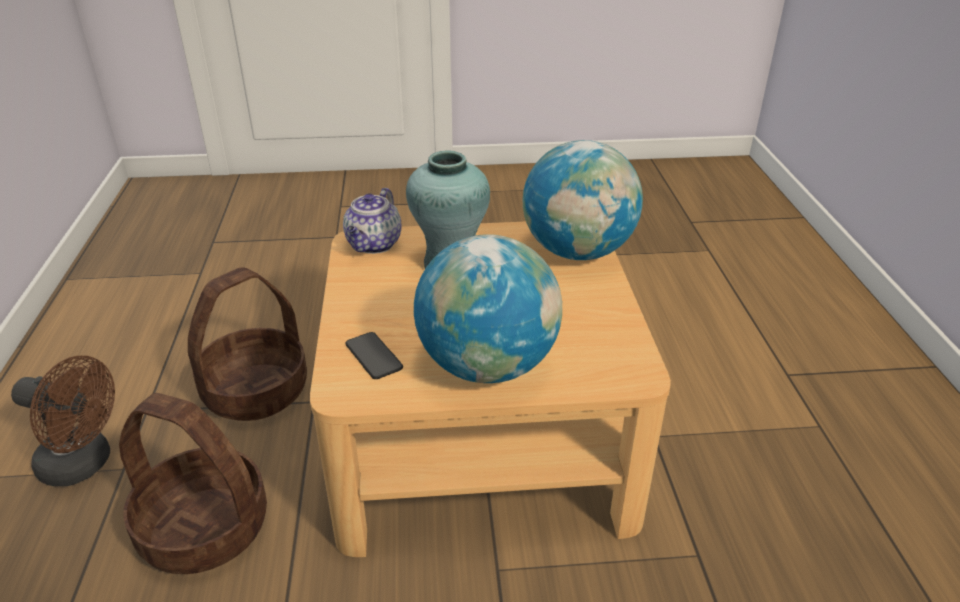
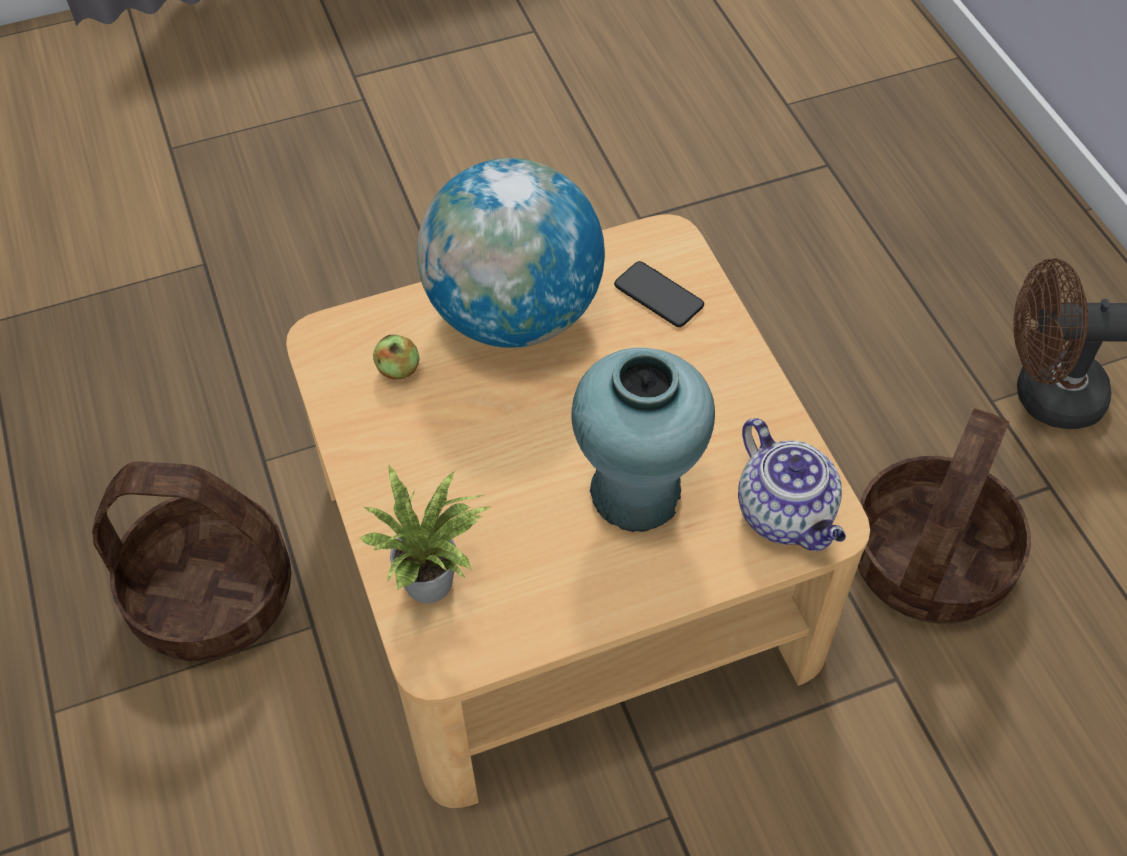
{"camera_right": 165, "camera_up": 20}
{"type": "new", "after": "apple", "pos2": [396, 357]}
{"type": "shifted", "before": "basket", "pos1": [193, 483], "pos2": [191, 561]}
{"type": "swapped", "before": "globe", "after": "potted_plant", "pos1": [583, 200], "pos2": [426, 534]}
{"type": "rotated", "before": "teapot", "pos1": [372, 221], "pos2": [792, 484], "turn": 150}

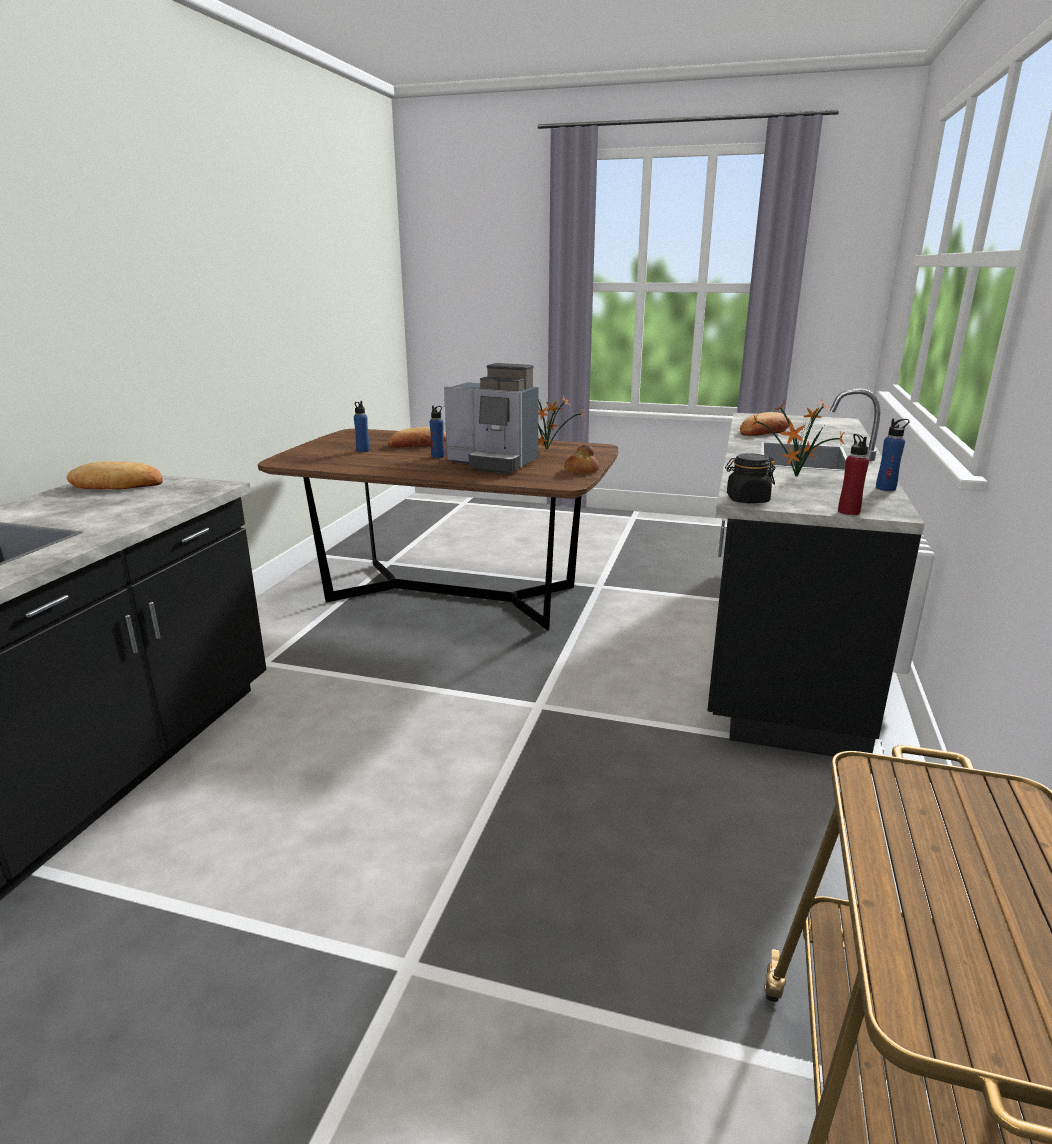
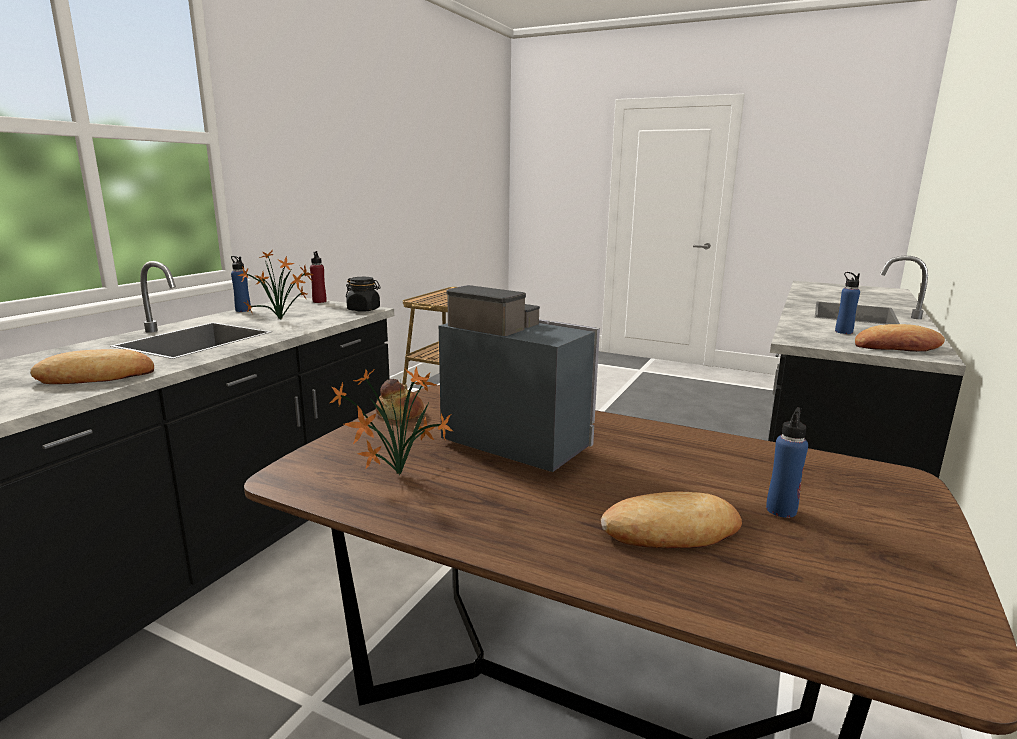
{"camera_right": -170, "camera_up": -5}
{"type": "shifted", "before": "blue_bottle", "pos1": [437, 431], "pos2": [847, 303]}

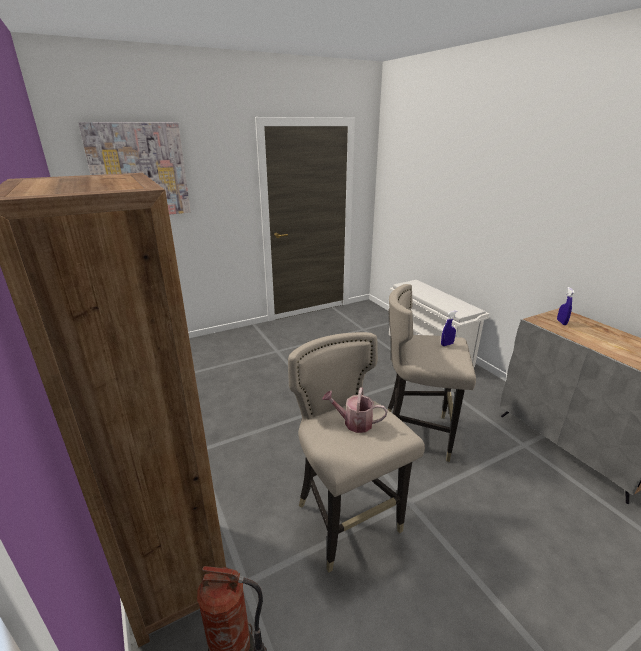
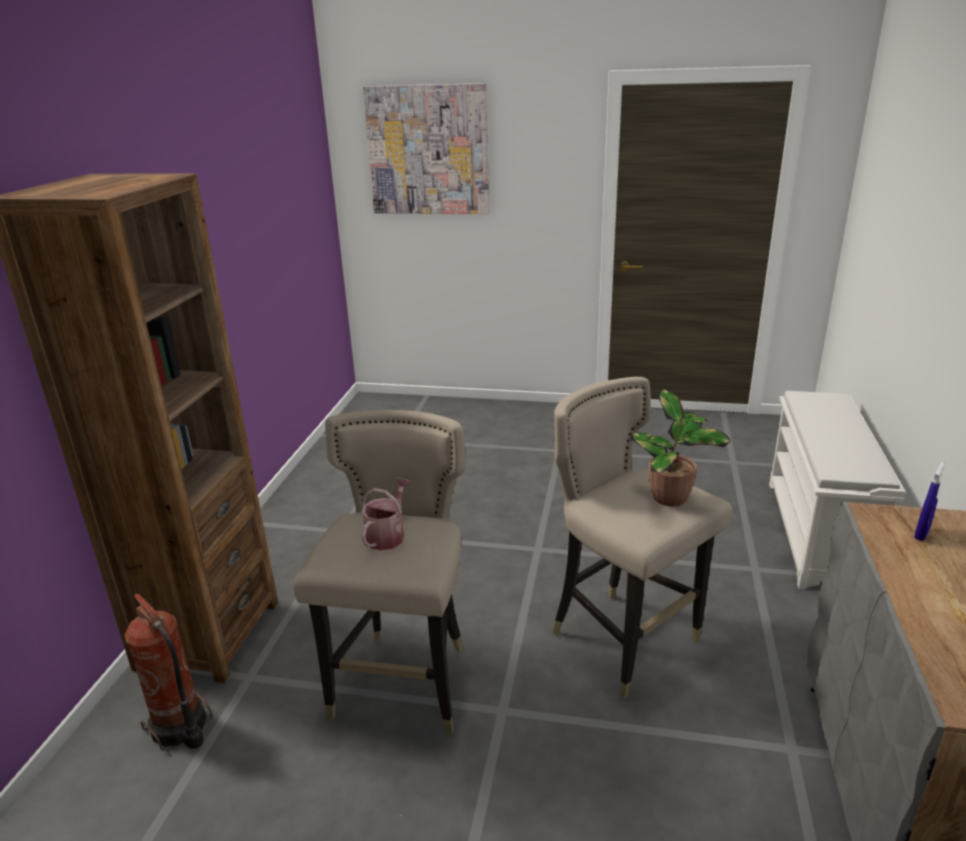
{"camera_right": 40, "camera_up": 0}
{"type": "swapped", "before": "blue_spray_bottle", "after": "potted_plant", "pos1": [449, 328], "pos2": [681, 448]}
{"type": "rotated", "before": "watering_can", "pos1": [354, 410], "pos2": [386, 514], "turn": 60}

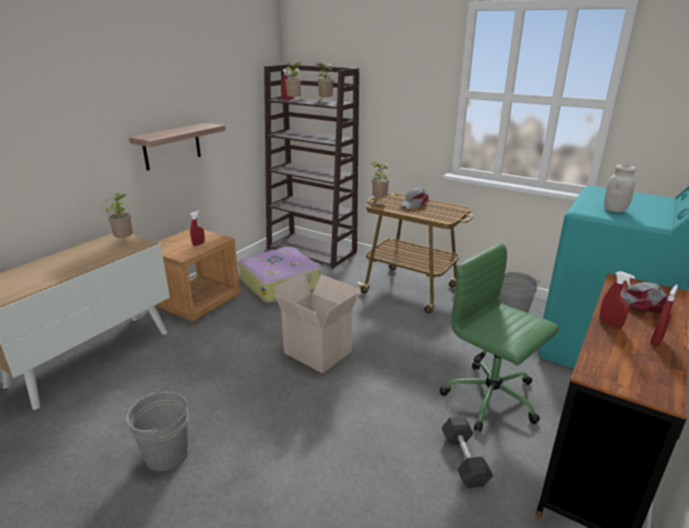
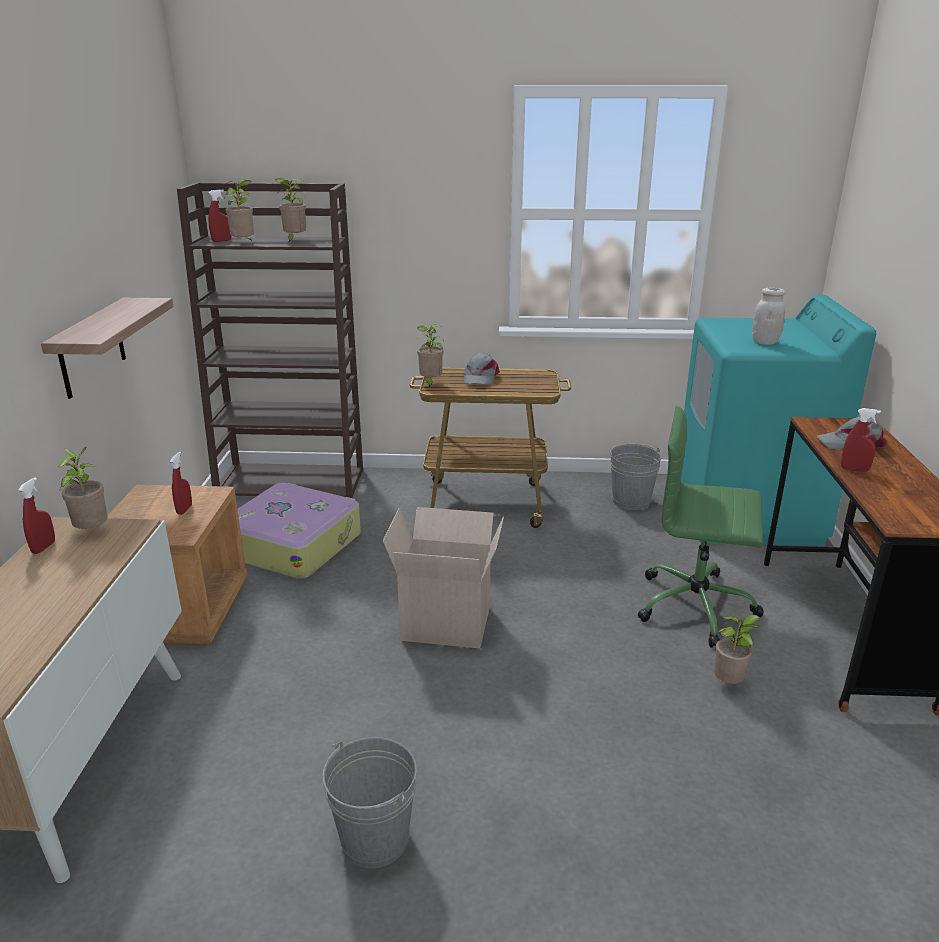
{"camera_right": -30, "camera_up": 0}
{"type": "shifted", "before": "red_spray_bottle", "pos1": [664, 315], "pos2": [36, 515]}
{"type": "swapped", "before": "grey_dumbbell", "after": "potted_plant", "pos1": [467, 452], "pos2": [737, 649]}

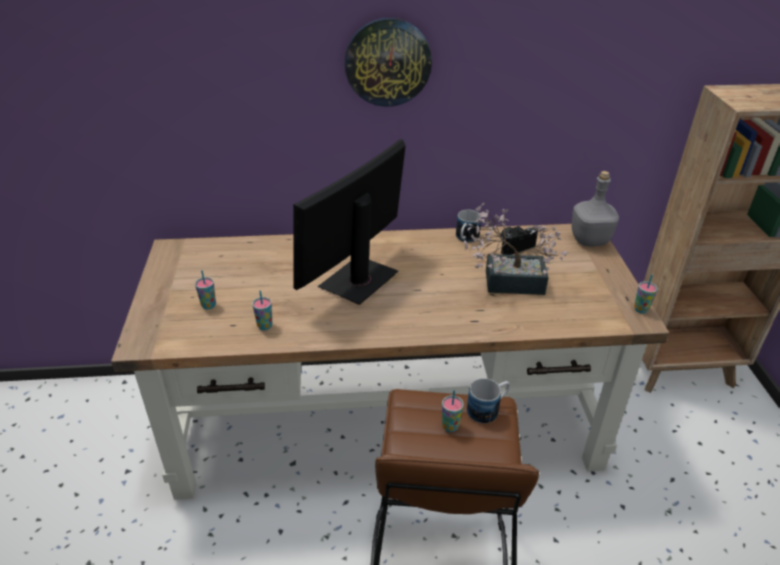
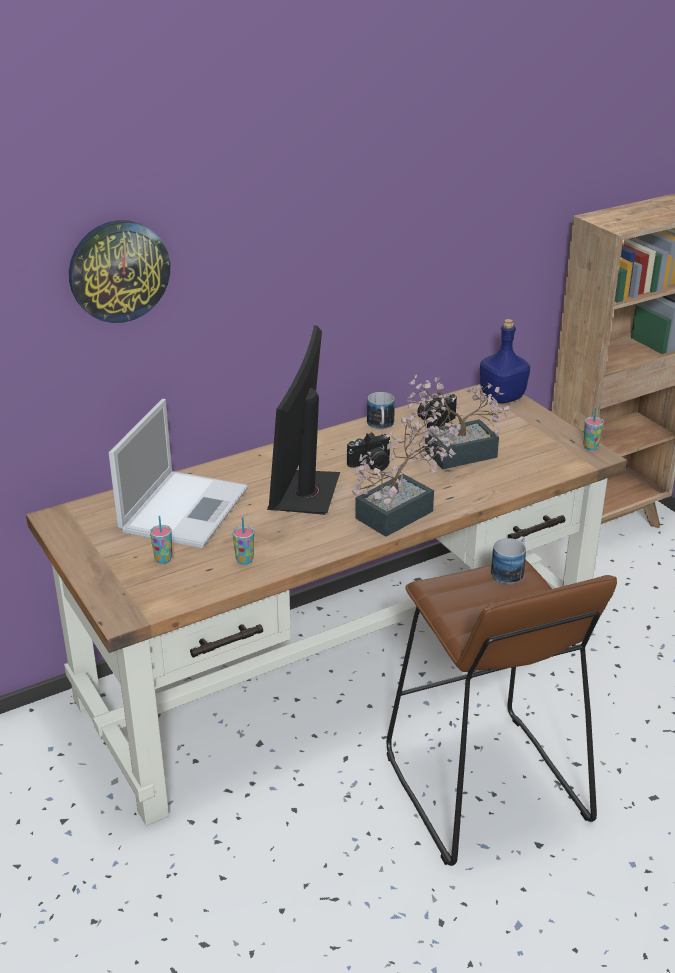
{"camera_right": -25, "camera_up": -5}
{"type": "gone", "before": "cup", "pos1": [453, 411]}
{"type": "new", "after": "laptop", "pos2": [178, 473]}
{"type": "new", "after": "photo_camera", "pos2": [369, 451]}
{"type": "new", "after": "potted_plant", "pos2": [404, 476]}
{"type": "shifted", "before": "wall_clock", "pos1": [388, 62], "pos2": [119, 271]}
{"type": "repainted", "before": "grey_bottle", "after": "blue_bottle", "pos1": [595, 208], "pos2": [505, 361]}

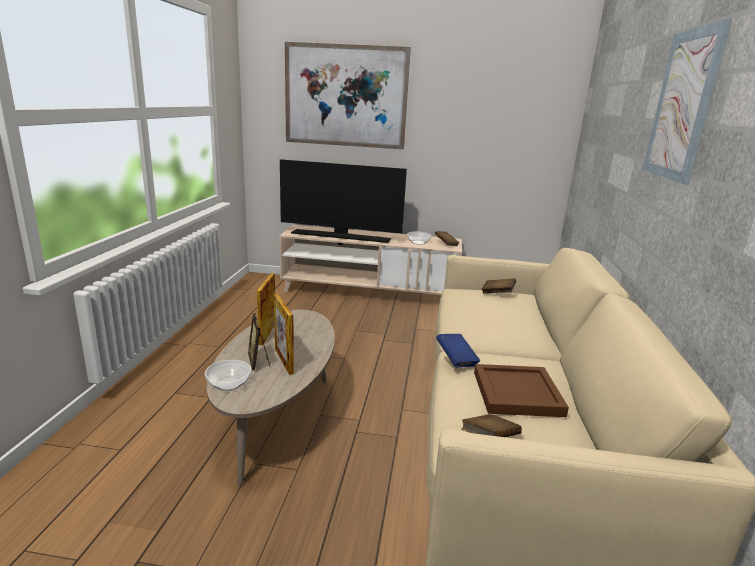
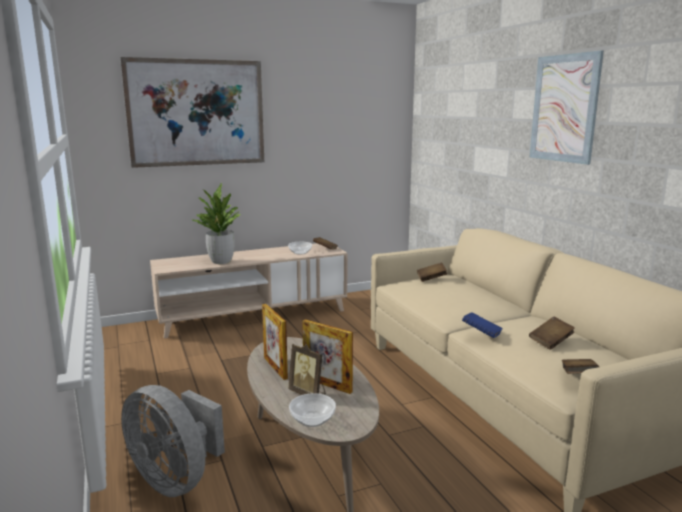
{"camera_right": -30, "camera_up": -5}
{"type": "new", "after": "grey_fan", "pos2": [173, 441]}
{"type": "swapped", "before": "television", "after": "potted_plant", "pos1": [343, 201], "pos2": [216, 223]}
{"type": "swapped", "before": "brown_tray", "after": "brown_book", "pos1": [521, 390], "pos2": [552, 333]}

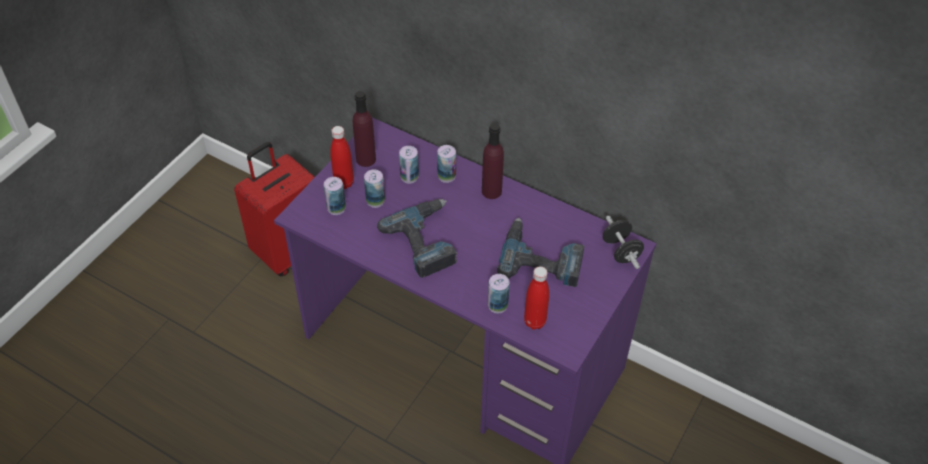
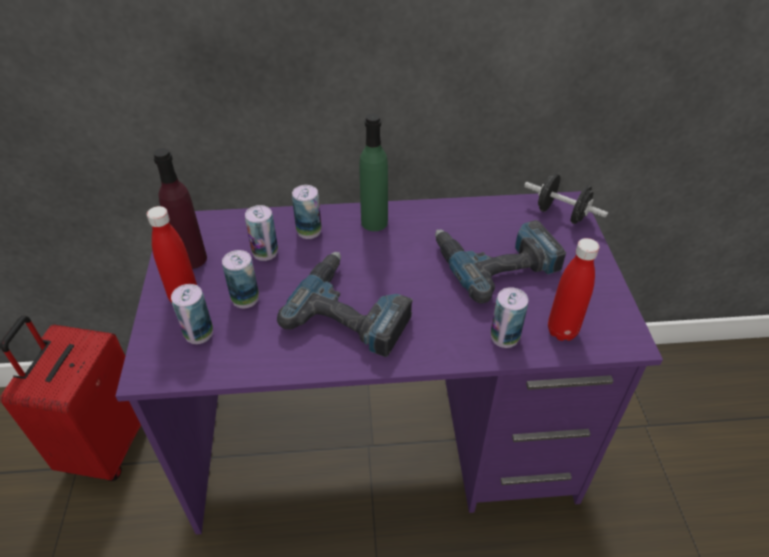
{"camera_right": -35, "camera_up": -5}
{"type": "repainted", "before": "purple_bottle", "after": "green_bottle", "pos1": [493, 161], "pos2": [373, 172]}

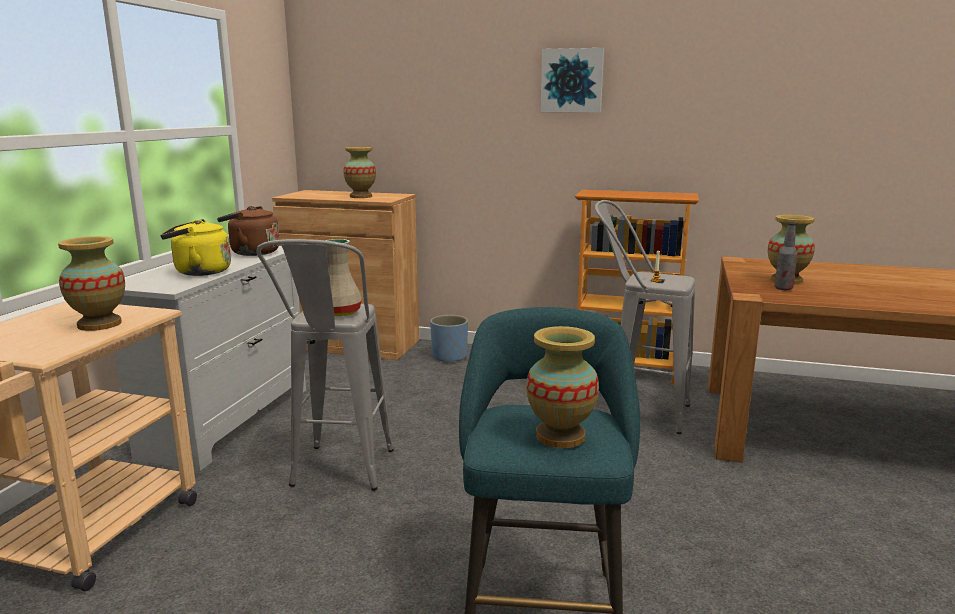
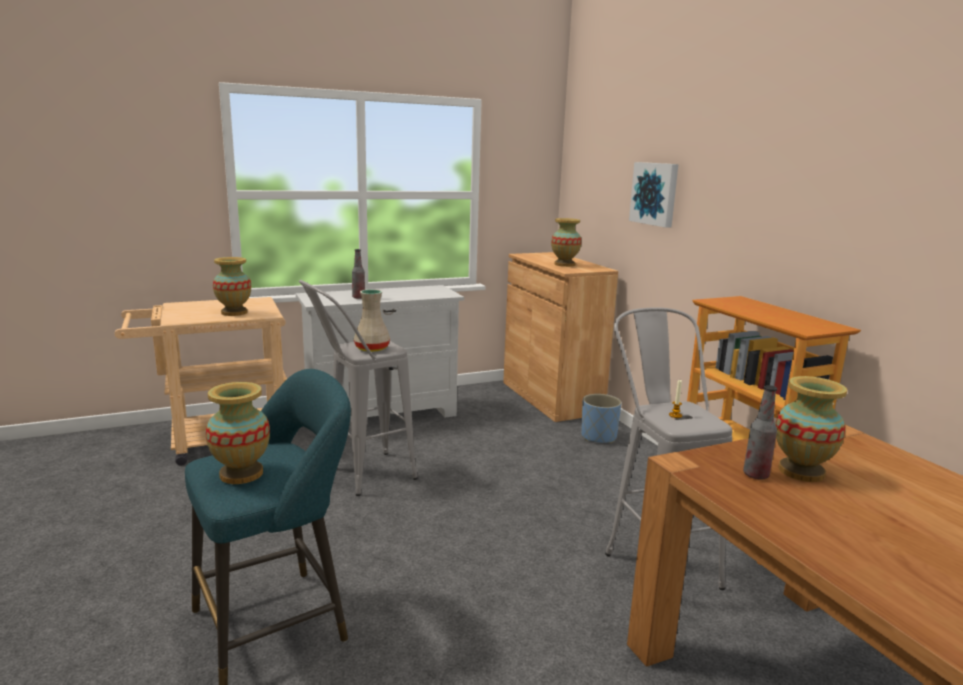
{"camera_right": 50, "camera_up": 0}
{"type": "gone", "before": "brown_kettle", "pos1": [248, 231]}
{"type": "shifted", "before": "picture", "pos1": [572, 80], "pos2": [654, 195]}
{"type": "swapped", "before": "yellow_kettle", "after": "bottle", "pos1": [195, 247], "pos2": [358, 274]}

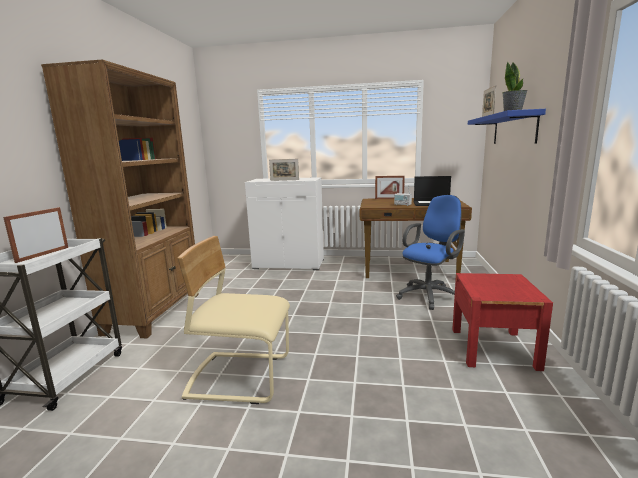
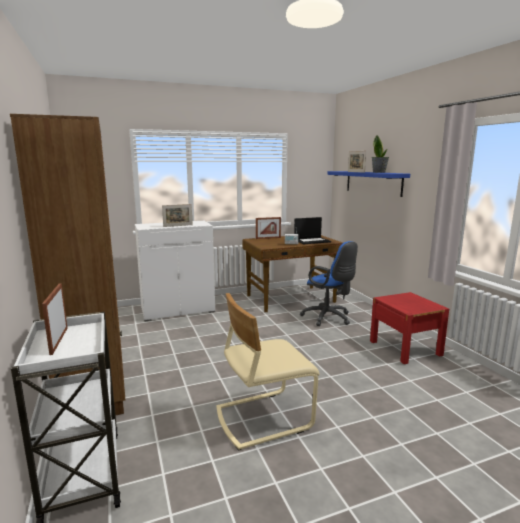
{"camera_right": -30, "camera_up": 0}
{"type": "rotated", "before": "blue_office_chair", "pos1": [430, 252], "pos2": [329, 283], "turn": 120}

